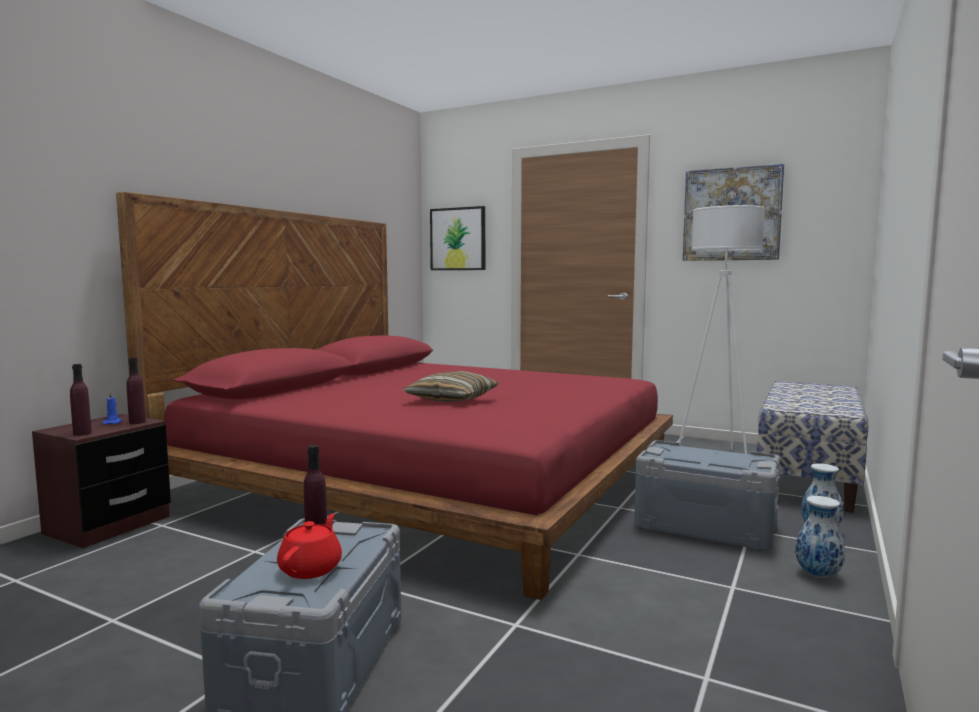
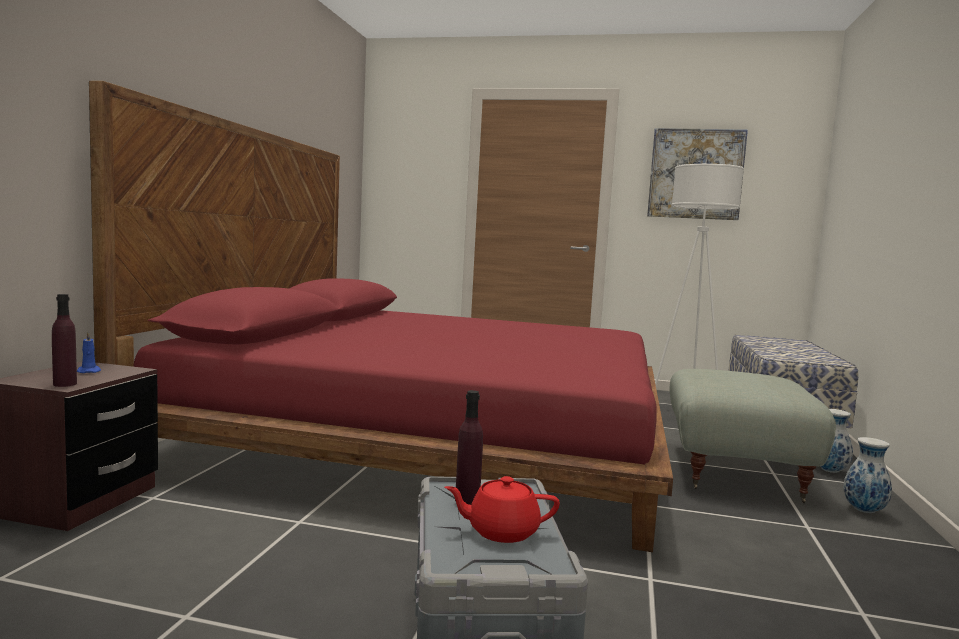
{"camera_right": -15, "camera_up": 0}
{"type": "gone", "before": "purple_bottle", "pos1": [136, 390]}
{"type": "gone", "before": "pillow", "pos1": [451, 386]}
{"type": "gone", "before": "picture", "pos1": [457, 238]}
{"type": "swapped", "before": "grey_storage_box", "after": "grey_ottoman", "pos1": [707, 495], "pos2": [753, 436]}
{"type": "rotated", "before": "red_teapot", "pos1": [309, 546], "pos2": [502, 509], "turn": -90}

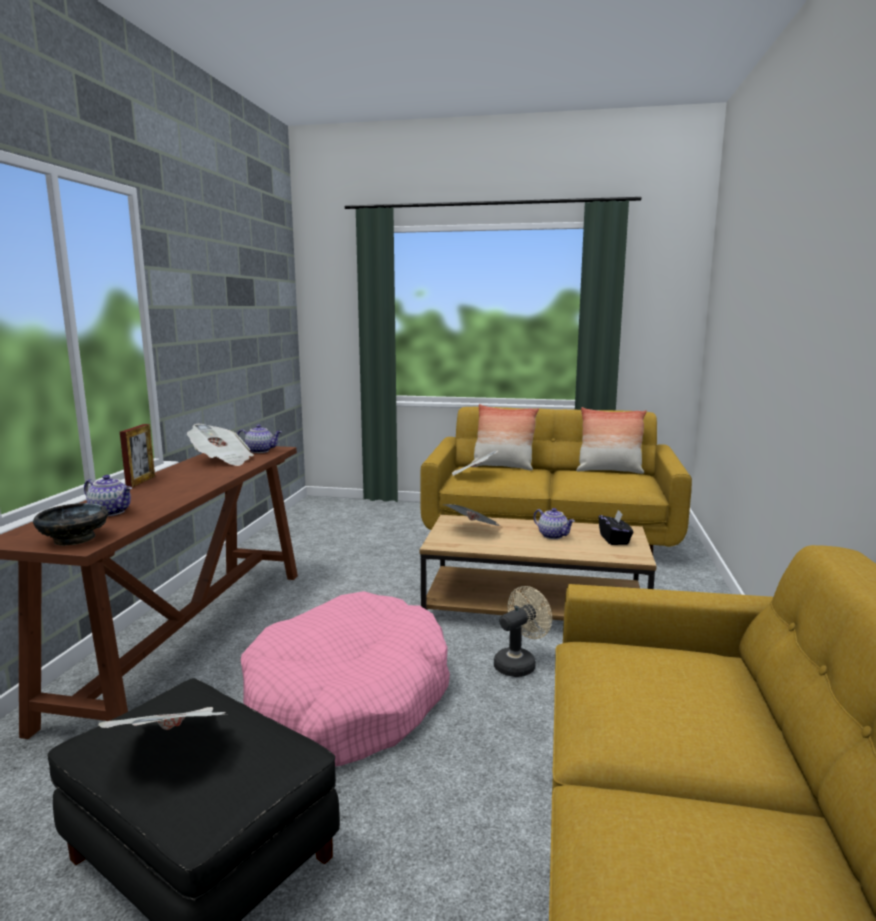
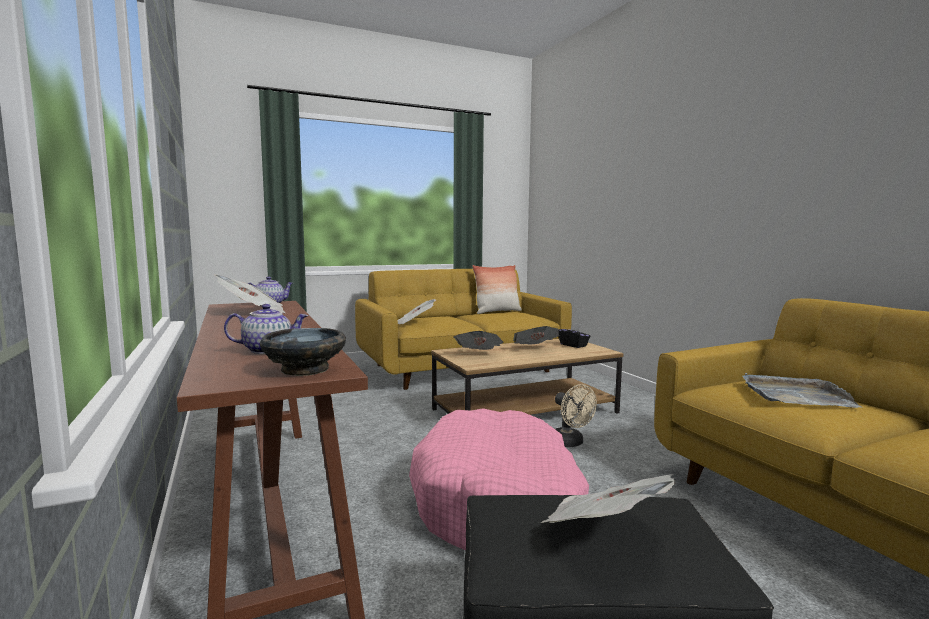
{"camera_right": -35, "camera_up": -5}
{"type": "gone", "before": "picture_frame", "pos1": [137, 456]}
{"type": "gone", "before": "pillow", "pos1": [505, 437]}
{"type": "new", "after": "grey_tray", "pos2": [802, 390]}
{"type": "swapped", "before": "teapot", "after": "newspaper", "pos1": [554, 523], "pos2": [536, 335]}
{"type": "rotated", "before": "beige_fan", "pos1": [523, 631], "pos2": [576, 415], "turn": 135}

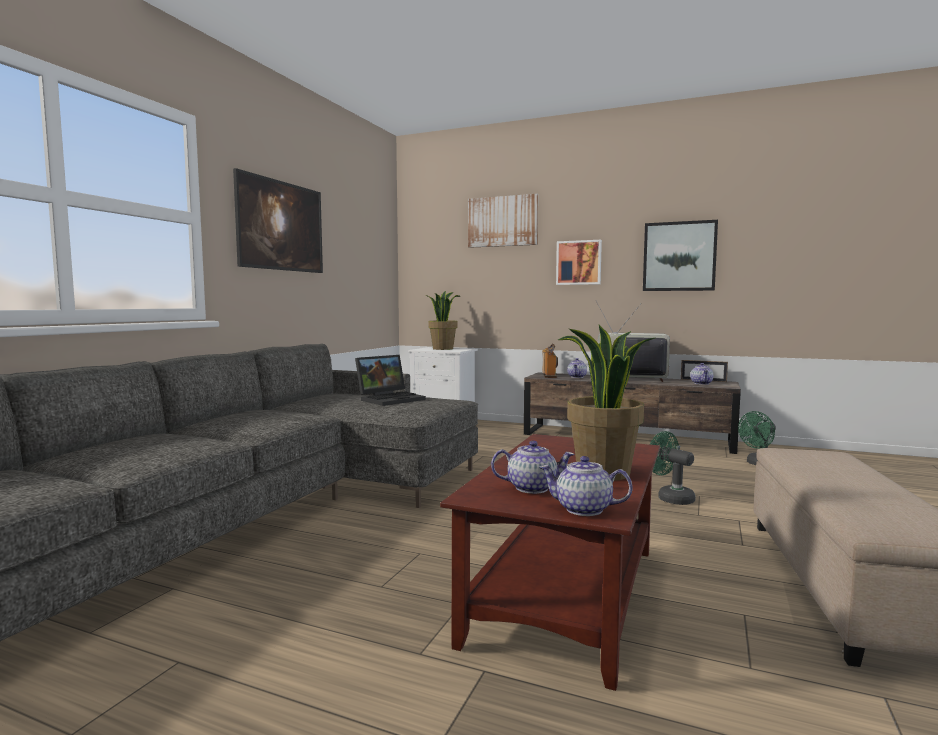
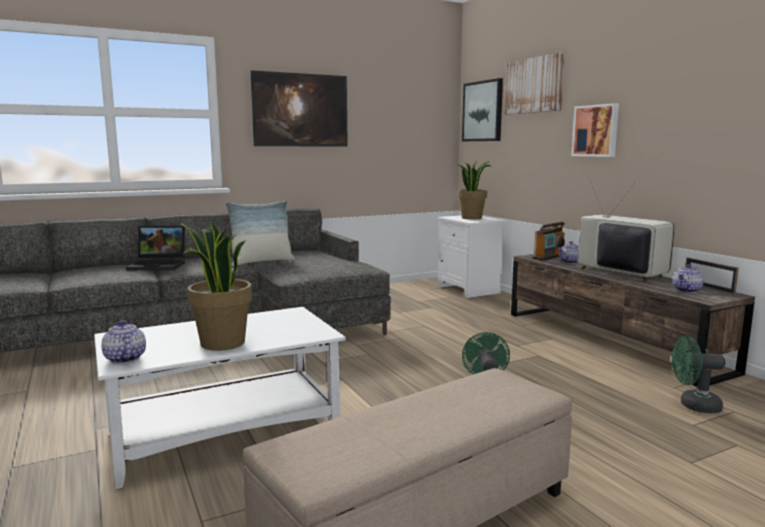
{"camera_right": 40, "camera_up": 5}
{"type": "gone", "before": "teapot", "pos1": [532, 467]}
{"type": "new", "after": "pillow", "pos2": [260, 233]}
{"type": "shifted", "before": "laptop", "pos1": [390, 380], "pos2": [155, 248]}
{"type": "shifted", "before": "picture", "pos1": [680, 255], "pos2": [482, 109]}
{"type": "repainted", "before": "brown_coffee_table", "after": "white_coffee_table", "pos1": [550, 562], "pos2": [220, 398]}

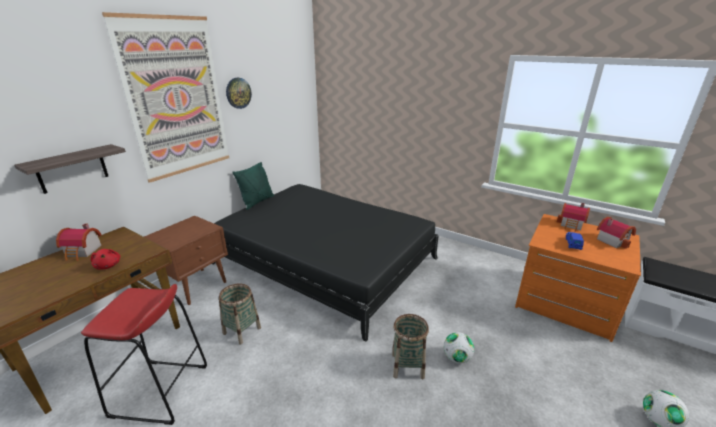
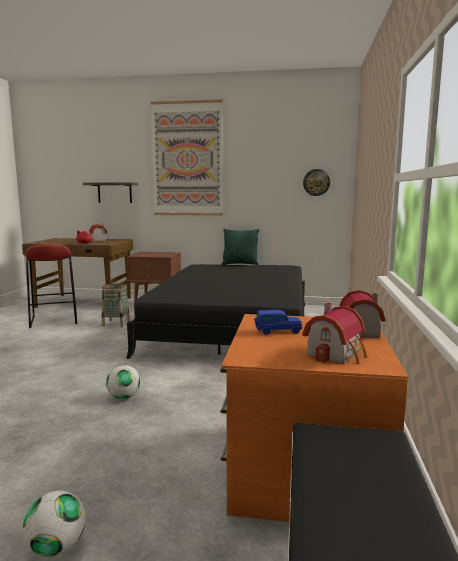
{"camera_right": 65, "camera_up": -15}
{"type": "gone", "before": "basket", "pos1": [410, 346]}
{"type": "shifted", "before": "wall_clock", "pos1": [239, 93], "pos2": [316, 182]}

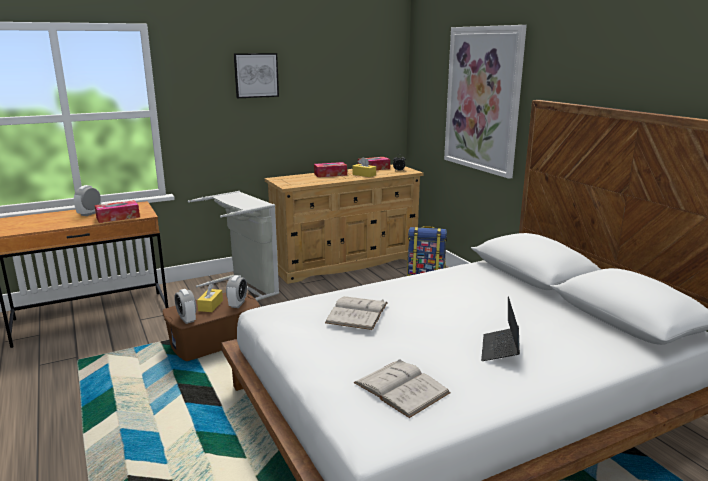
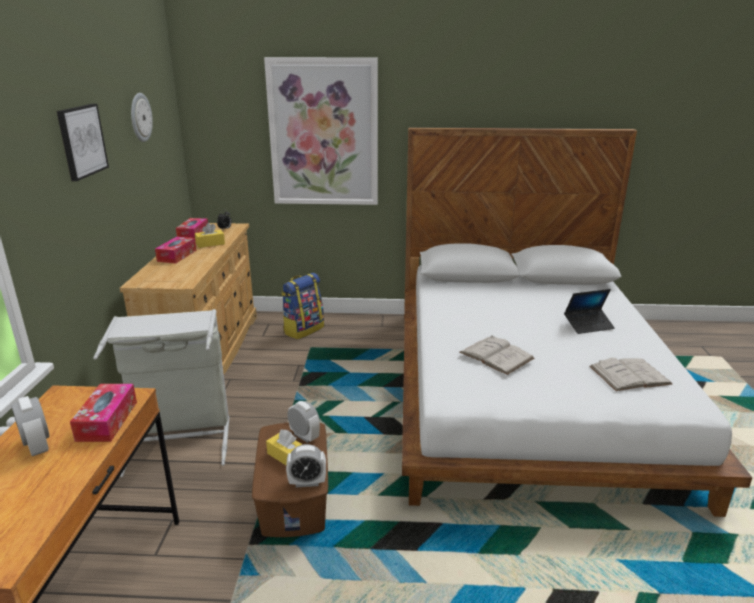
{"camera_right": -60, "camera_up": 5}
{"type": "new", "after": "wall_clock", "pos2": [142, 117]}
{"type": "rotated", "before": "laptop", "pos1": [500, 328], "pos2": [589, 311], "turn": -60}

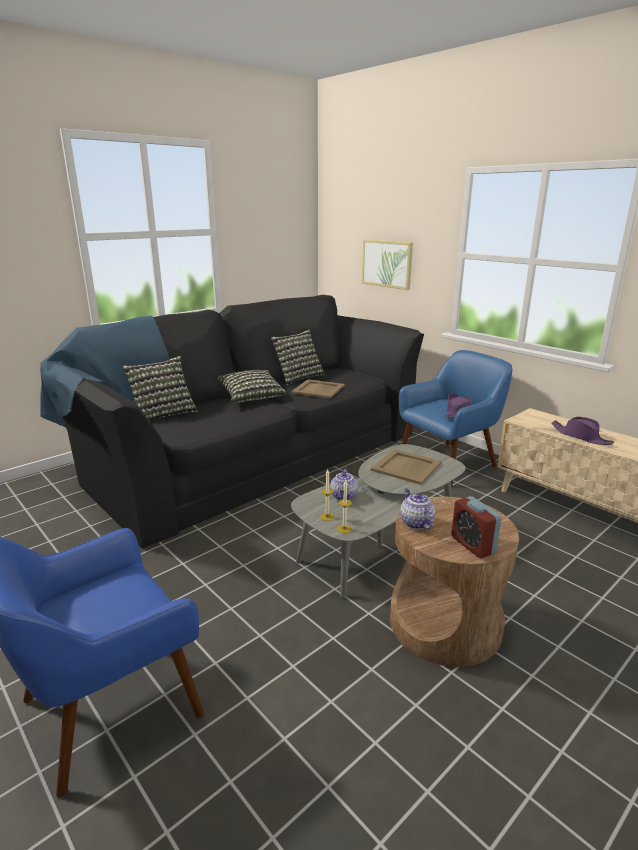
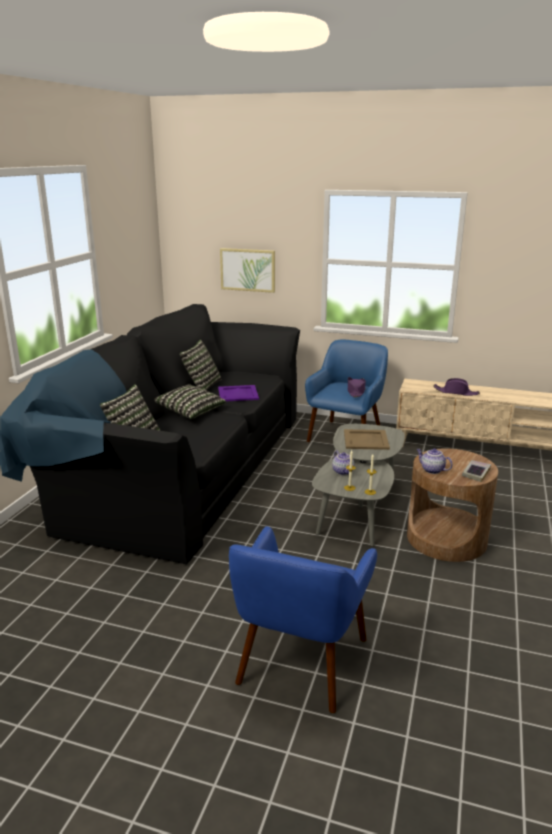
{"camera_right": -30, "camera_up": 0}
{"type": "swapped", "before": "alarm_clock", "after": "book", "pos1": [476, 527], "pos2": [476, 471]}
{"type": "repainted", "before": "beige_tray", "after": "purple_tray", "pos1": [318, 389], "pos2": [238, 393]}

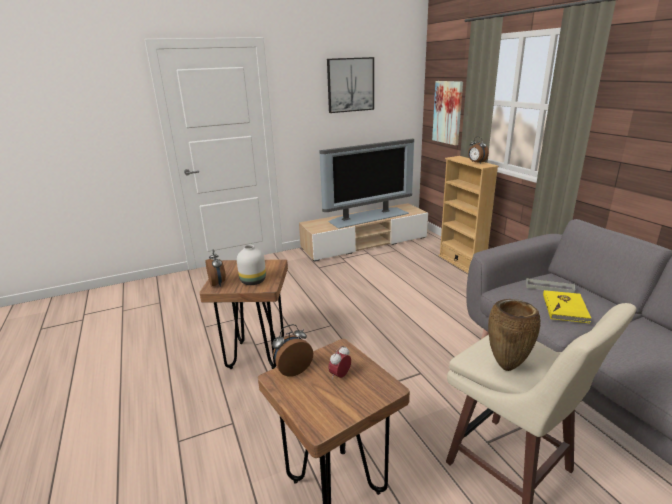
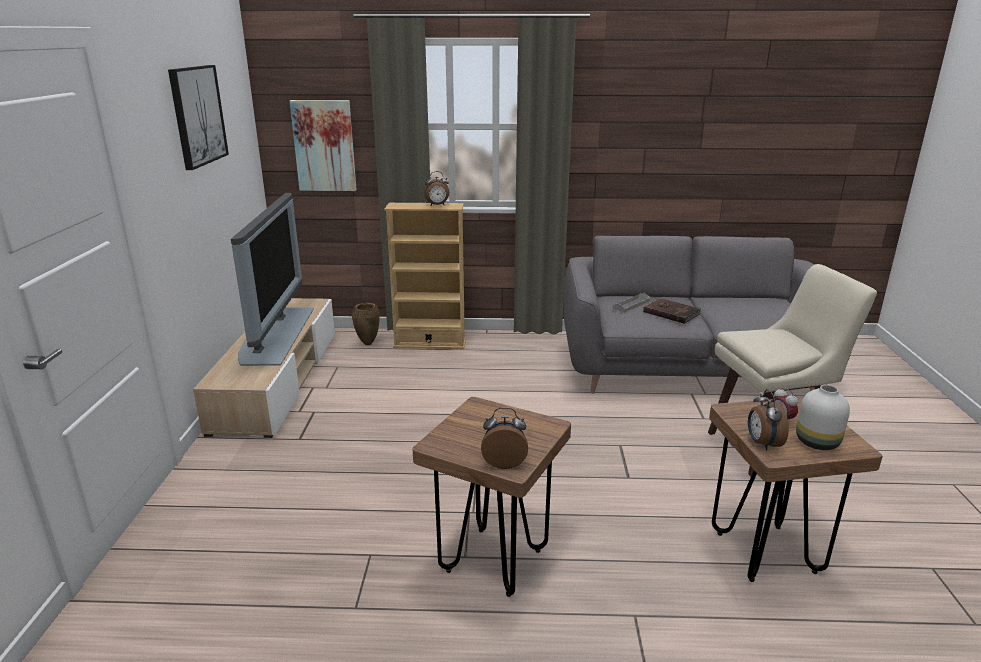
{"camera_right": -65, "camera_up": 0}
{"type": "shifted", "before": "white_vase", "pos1": [251, 265], "pos2": [823, 417]}
{"type": "shifted", "before": "brown_vase", "pos1": [514, 335], "pos2": [366, 324]}
{"type": "repainted", "before": "yellow_book", "after": "brown_book", "pos1": [567, 306], "pos2": [672, 311]}

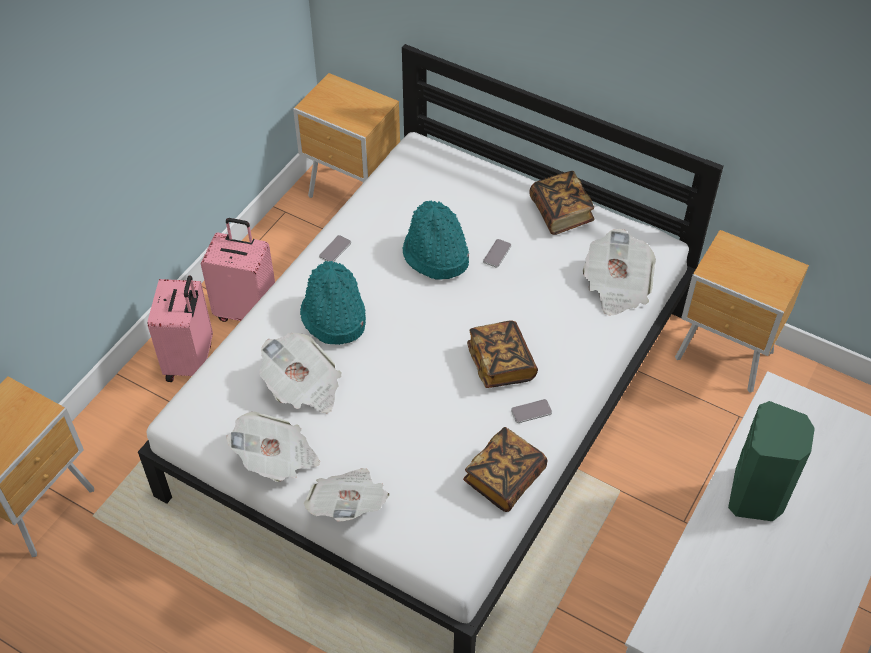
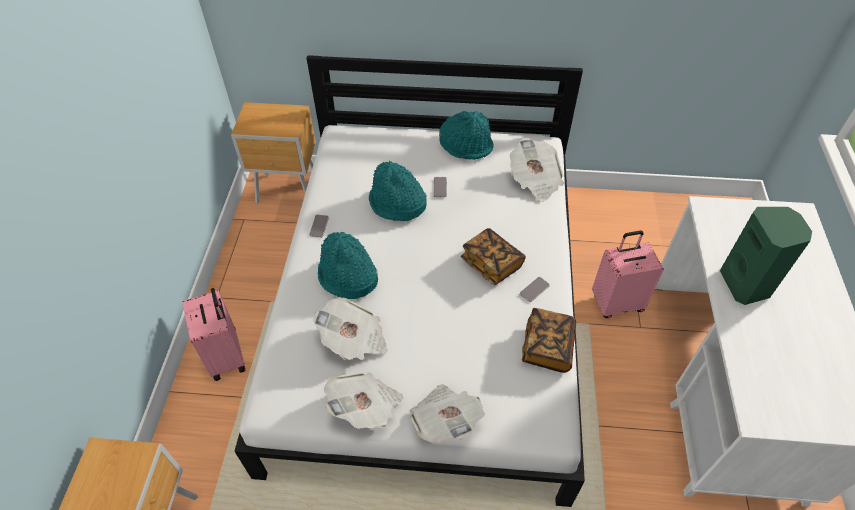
{"camera_right": -25, "camera_up": 0}
{"type": "gone", "before": "brown_nightstand", "pos1": [742, 311]}
{"type": "shifted", "before": "pink_suitcase", "pos1": [238, 270], "pos2": [628, 274]}
{"type": "swapped", "before": "book", "after": "turquoise_hat", "pos1": [562, 203], "pos2": [466, 135]}

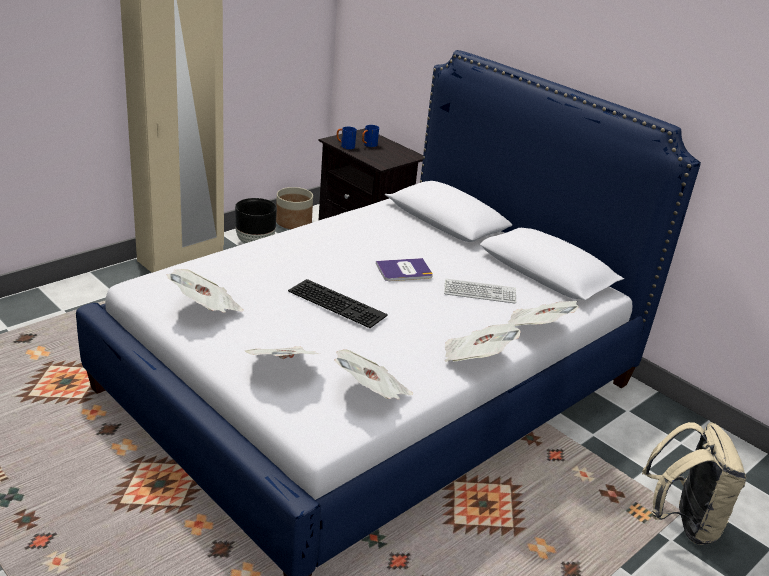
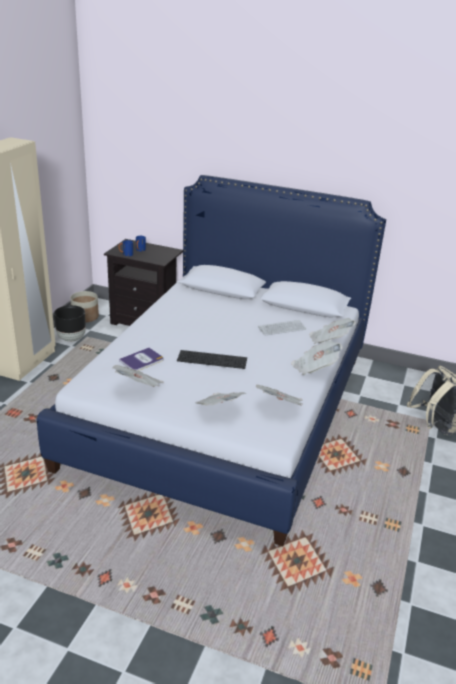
{"camera_right": -25, "camera_up": 0}
{"type": "shifted", "before": "book", "pos1": [404, 269], "pos2": [141, 359]}

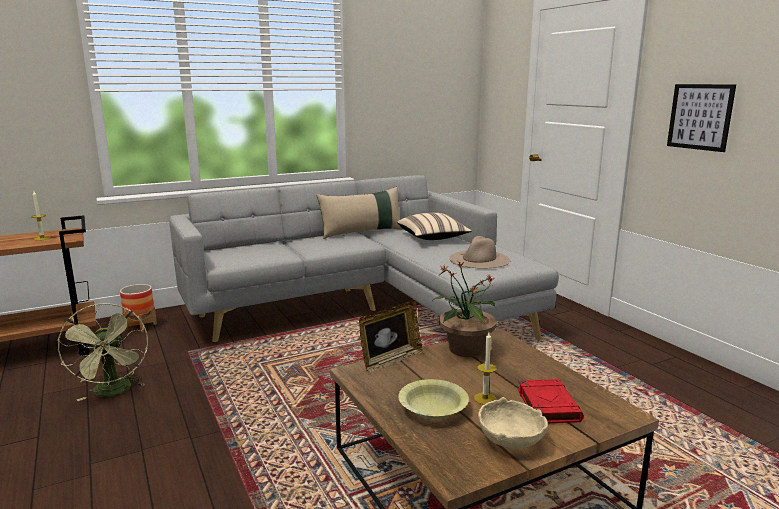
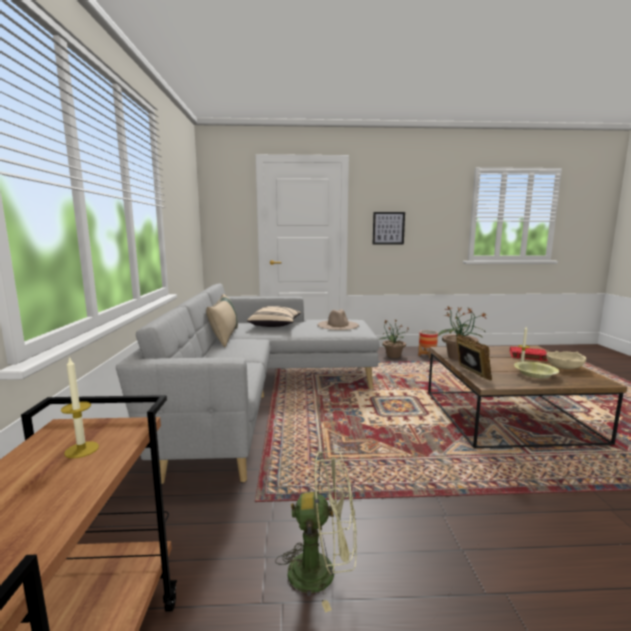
{"camera_right": -65, "camera_up": -5}
{"type": "new", "after": "potted_plant", "pos2": [394, 338]}
{"type": "shifted", "before": "planter", "pos1": [138, 308], "pos2": [428, 344]}

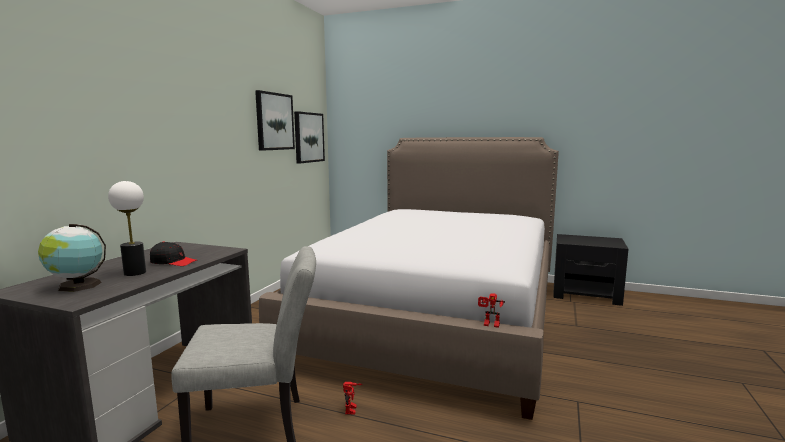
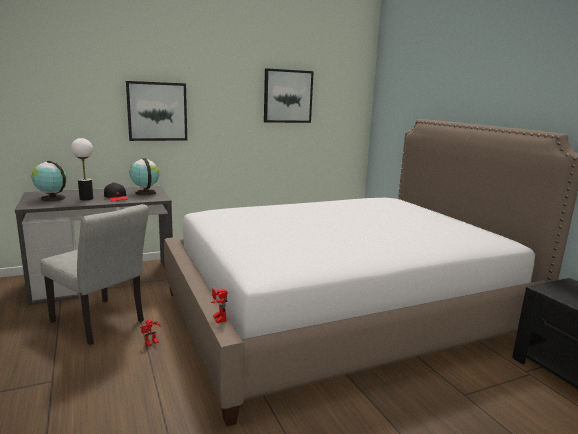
{"camera_right": 45, "camera_up": 5}
{"type": "new", "after": "globe", "pos2": [144, 176]}
{"type": "shifted", "before": "picture", "pos1": [309, 137], "pos2": [156, 111]}

